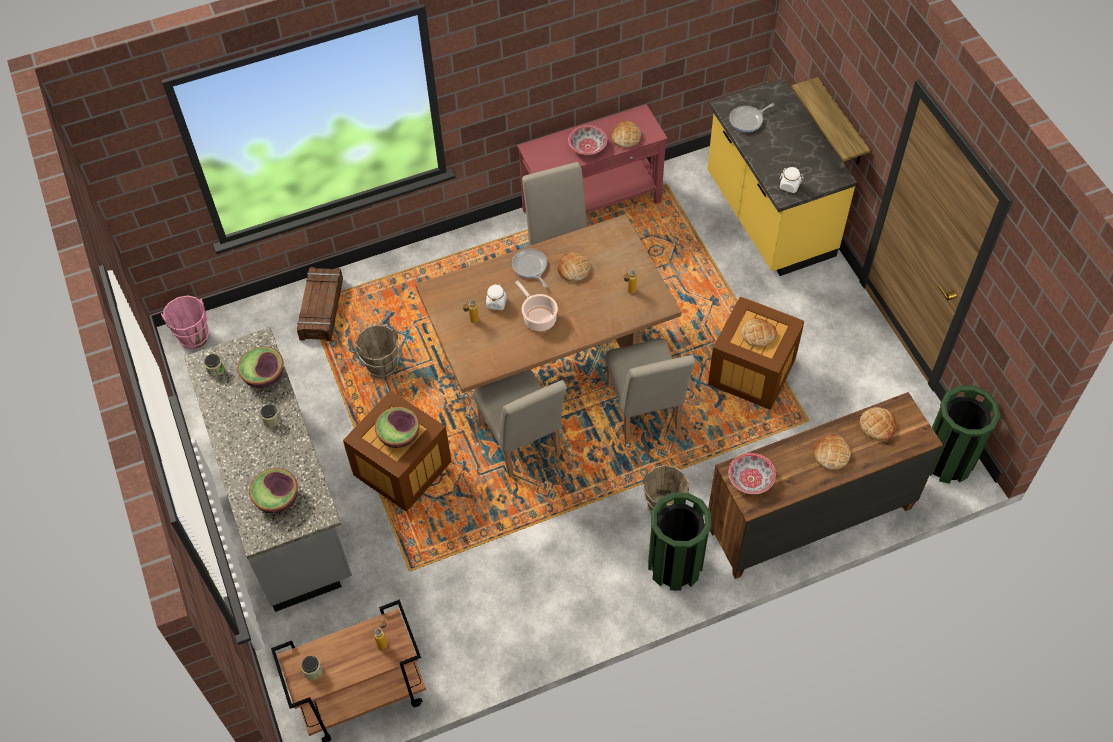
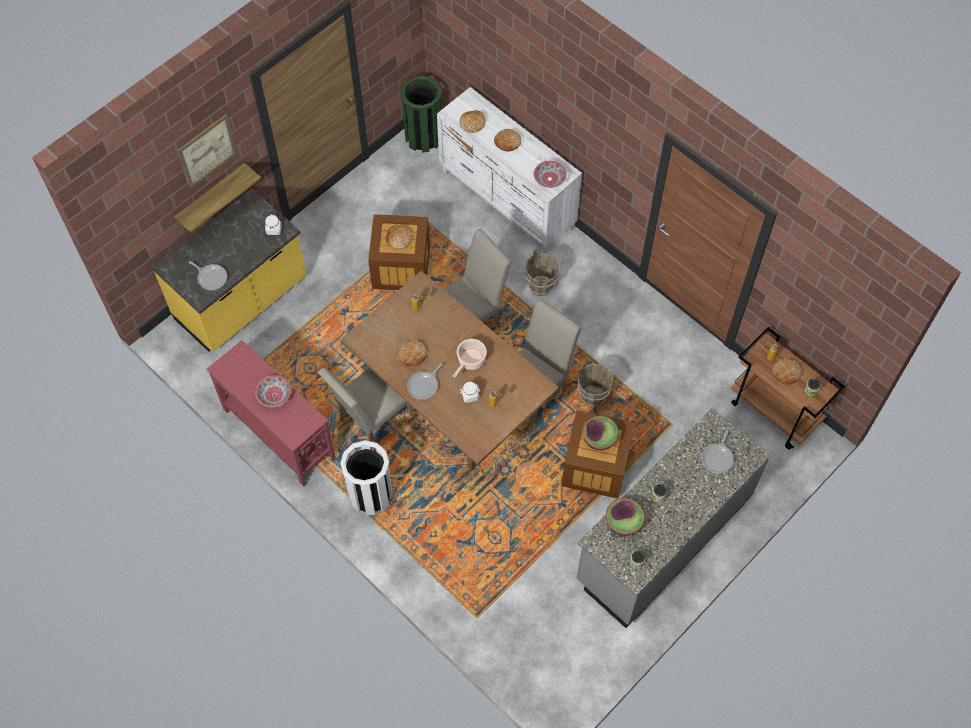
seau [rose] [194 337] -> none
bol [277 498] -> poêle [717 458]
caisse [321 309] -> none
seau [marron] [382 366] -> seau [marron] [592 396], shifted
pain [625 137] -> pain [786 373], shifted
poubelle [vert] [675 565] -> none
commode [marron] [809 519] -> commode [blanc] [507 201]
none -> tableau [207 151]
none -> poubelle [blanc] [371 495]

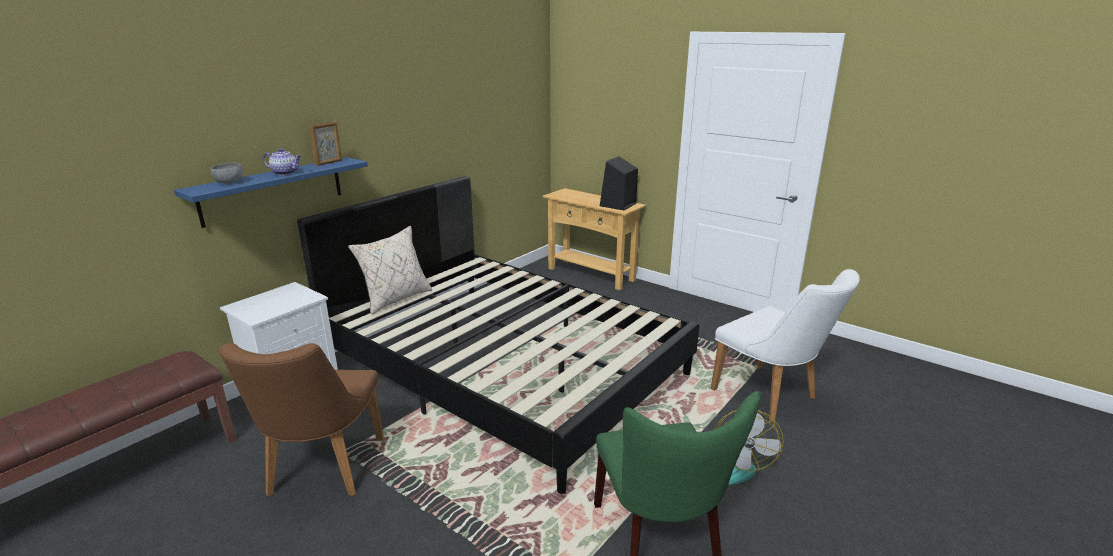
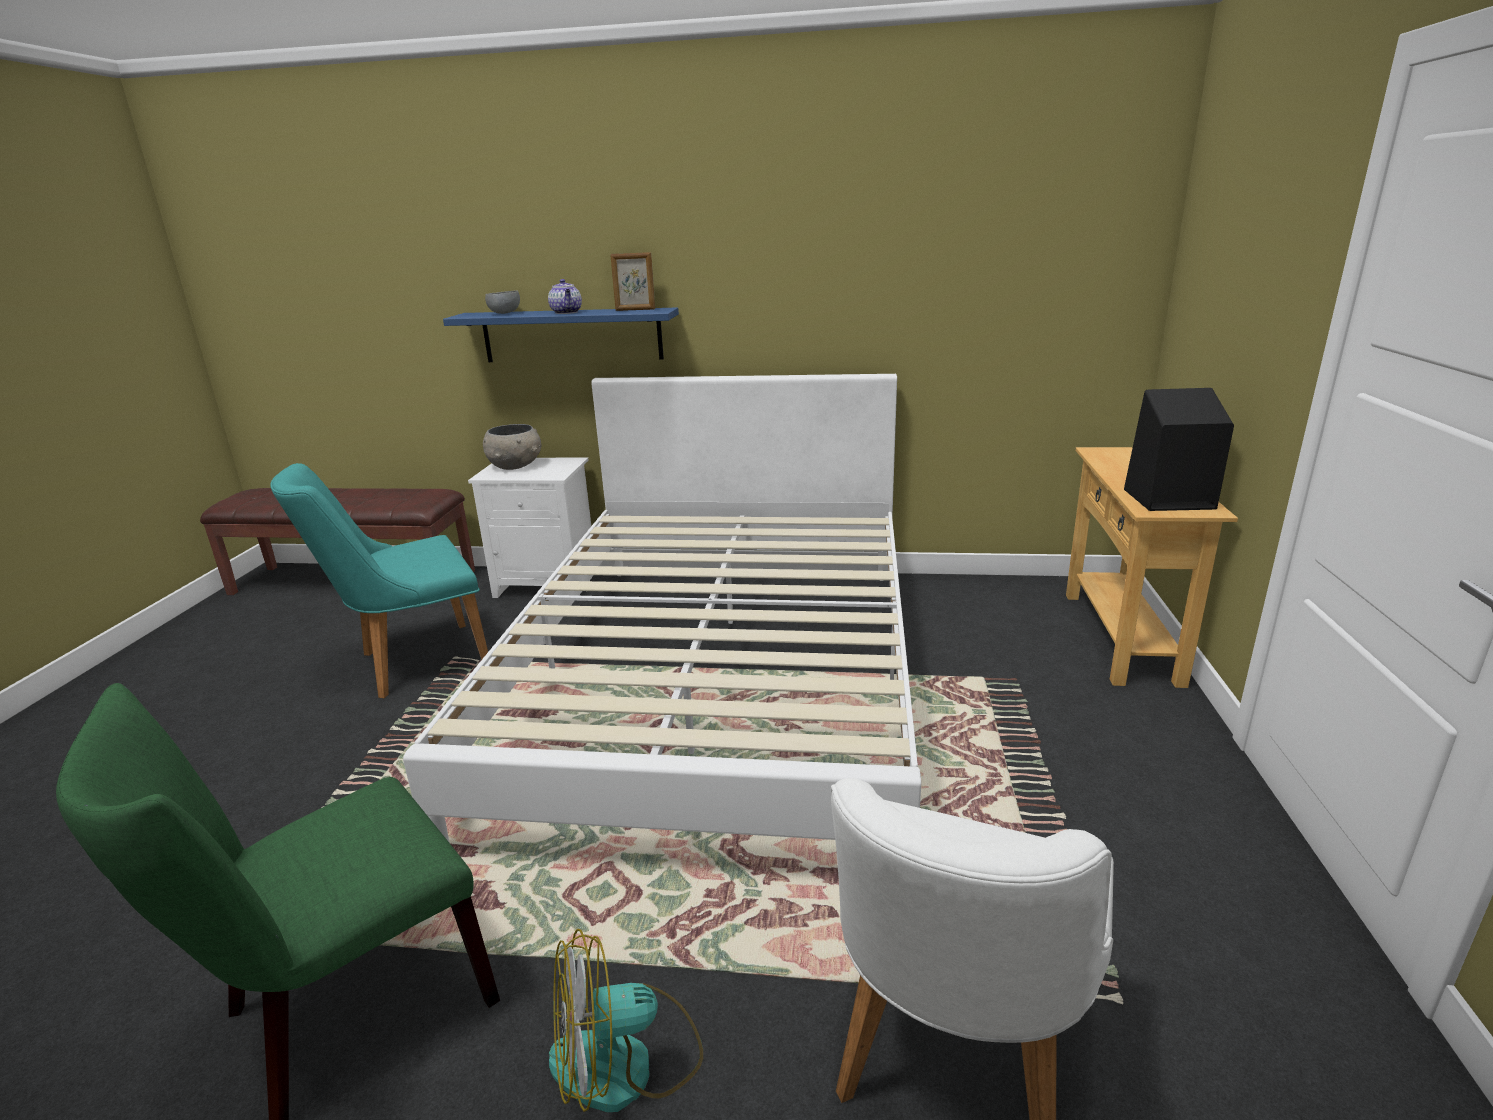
chaise [marron] [321 473] -> chaise [turquoise] [411 663]
lit [noir] [504 366] -> lit [blanc] [719 679]
coussin [beige] [395 299] -> none
none -> bol [gris] [515 466]

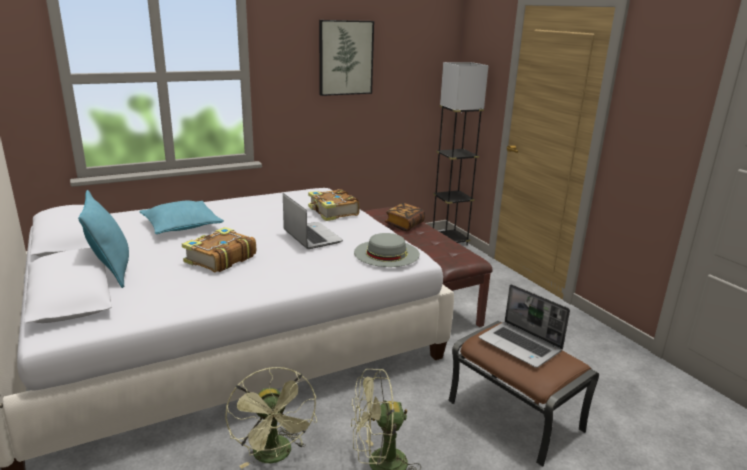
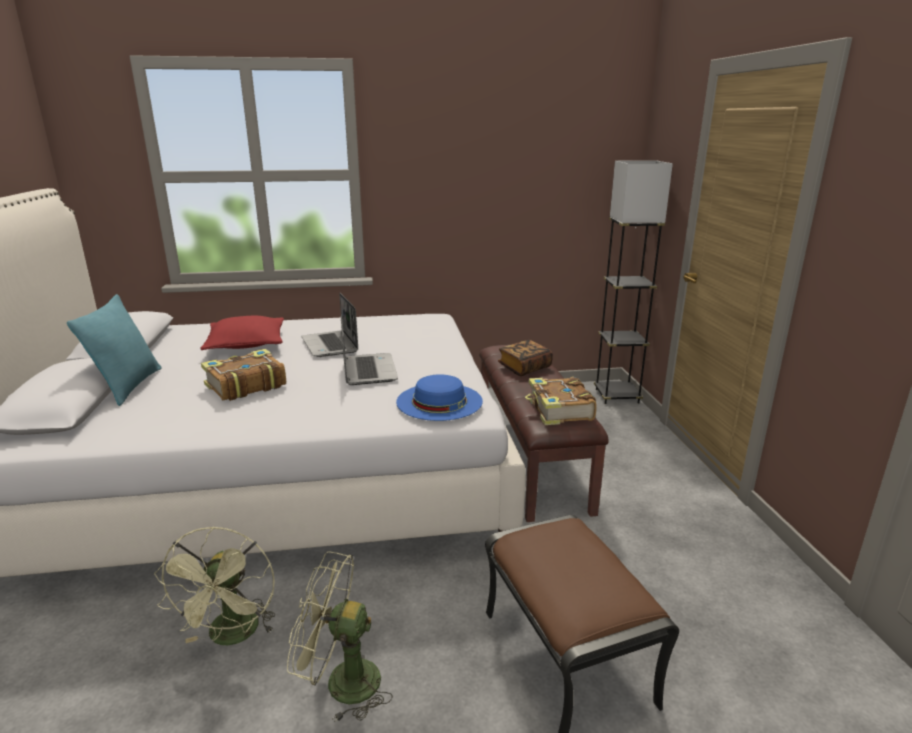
coussin [turquoise] [182 226] -> coussin [rouge] [246 344]
livre [333 212] -> livre [559 410], shifted
tableau [345 58] -> none
chapeau [gris] [386 253] -> chapeau [bleu] [439 401]
ordinateur portable [521 345] -> ordinateur portable [331 345], shifted

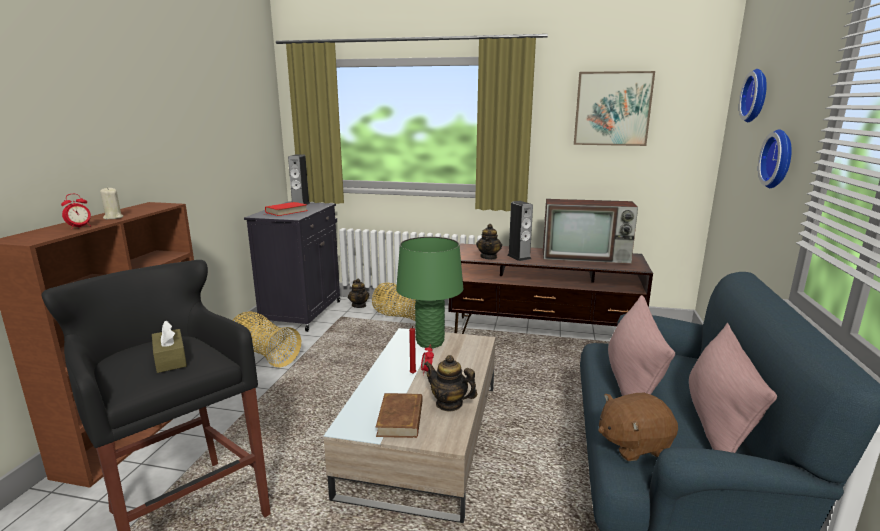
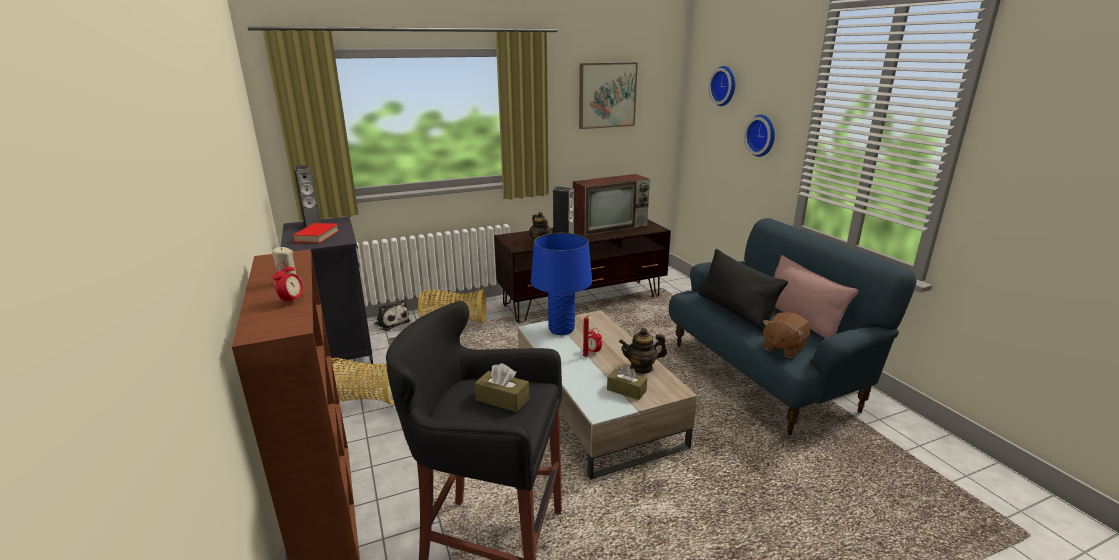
théière [359 305] -> peluche [391 322]
livre [marron] [401 418] -> boîte à mouchoirs [marron] [626 390]
lampe de table [vert] [430 342] -> lampe de table [bleu] [561 329]
coussin [rose] [632 381] -> coussin [noir] [735 311]

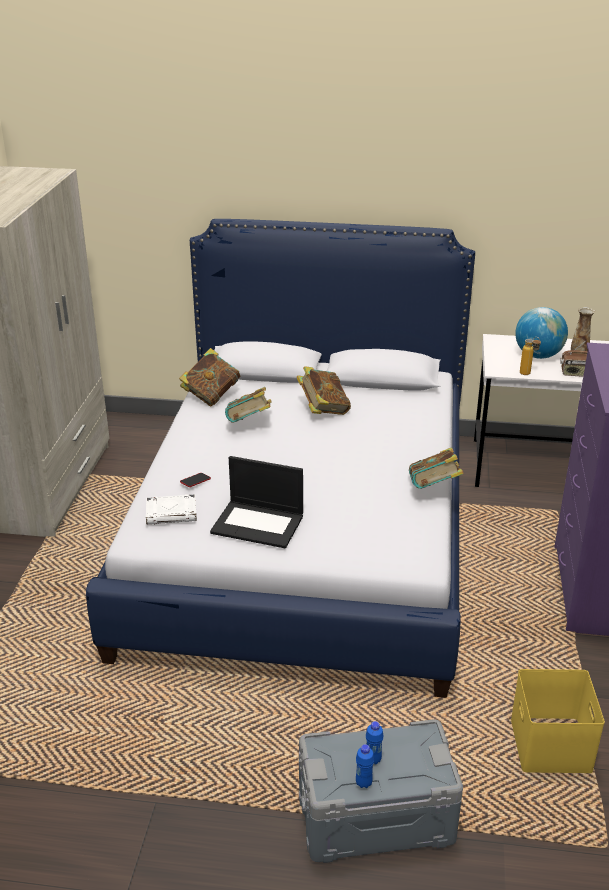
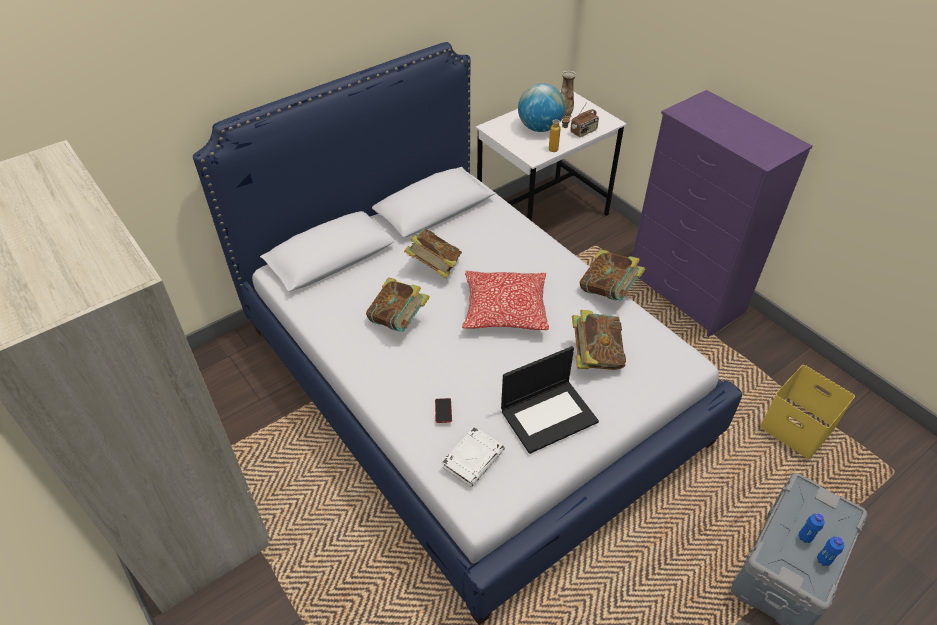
livre [211 396] -> livre [595 356], shifted
none -> coussin [505 310]

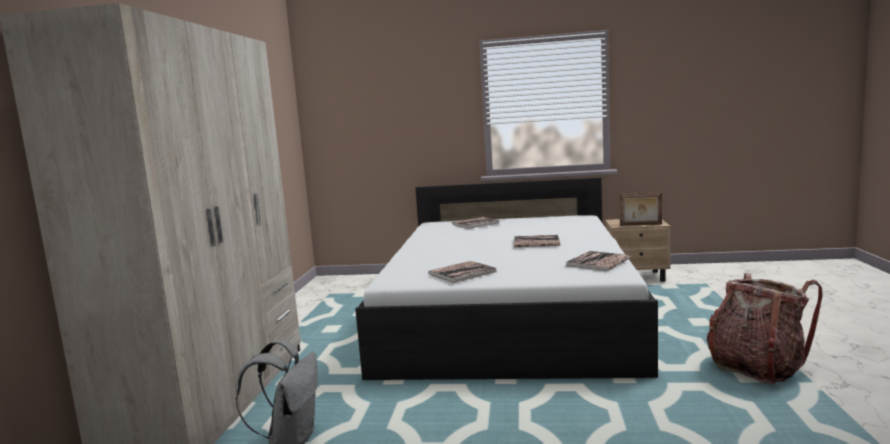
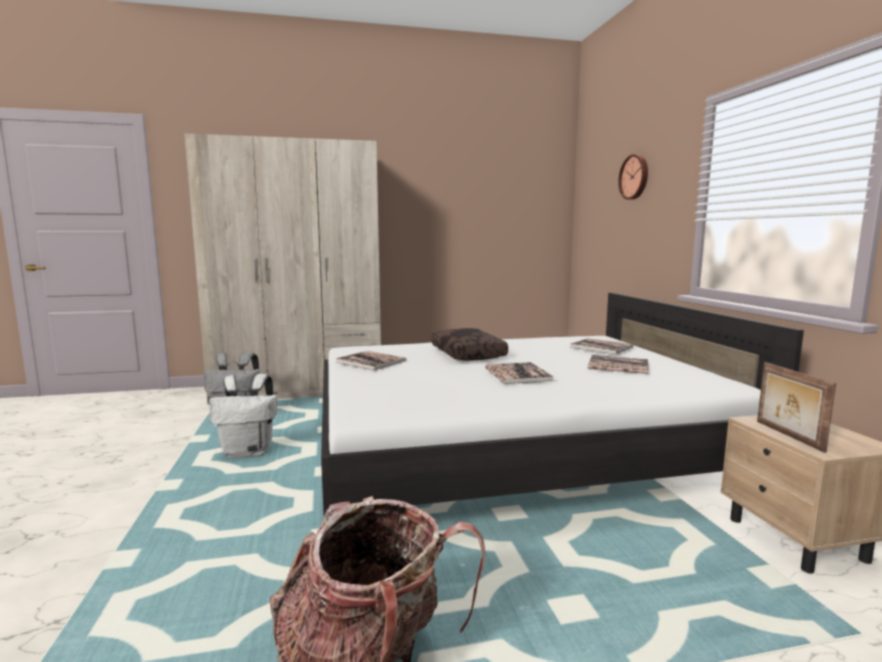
livre [598 262] -> livre [618 366], shifted
none -> sac à dos [blanc] [249 452]
none -> coussin [marron] [469 354]
none -> horloge murale [635 177]

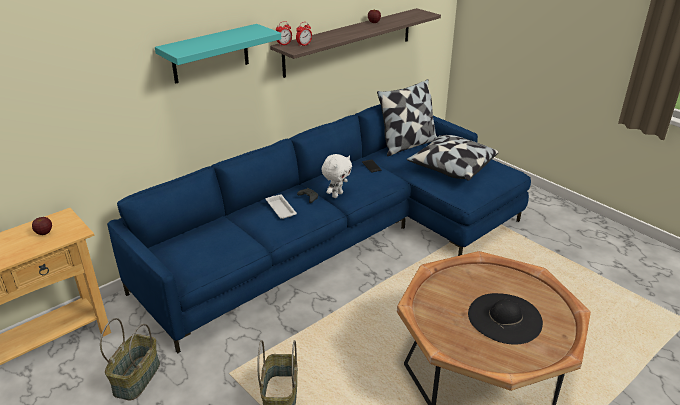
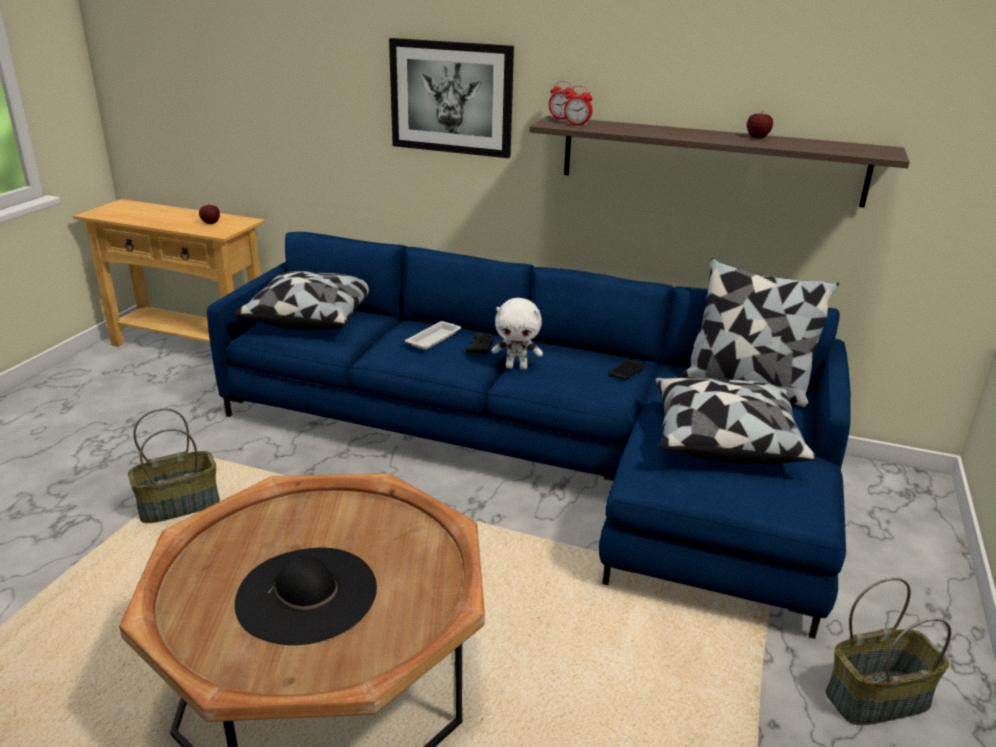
panier [136 377] -> panier [877 697], shifted
étagère [turquoise] [210 54] -> tableau [451 97]
none -> coussin [311 317]

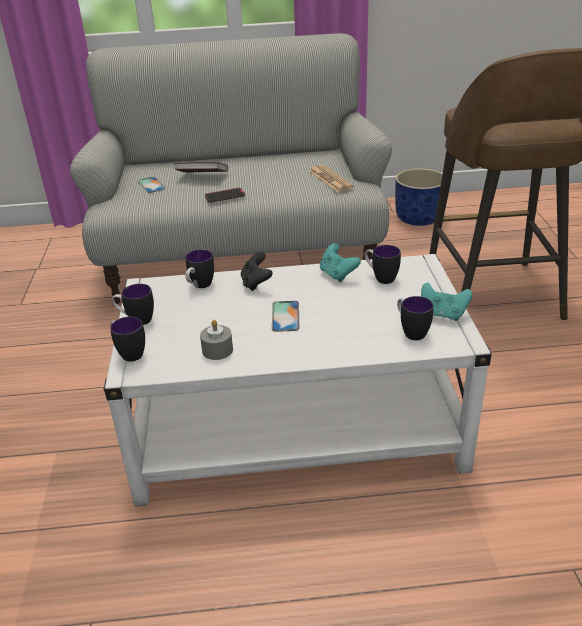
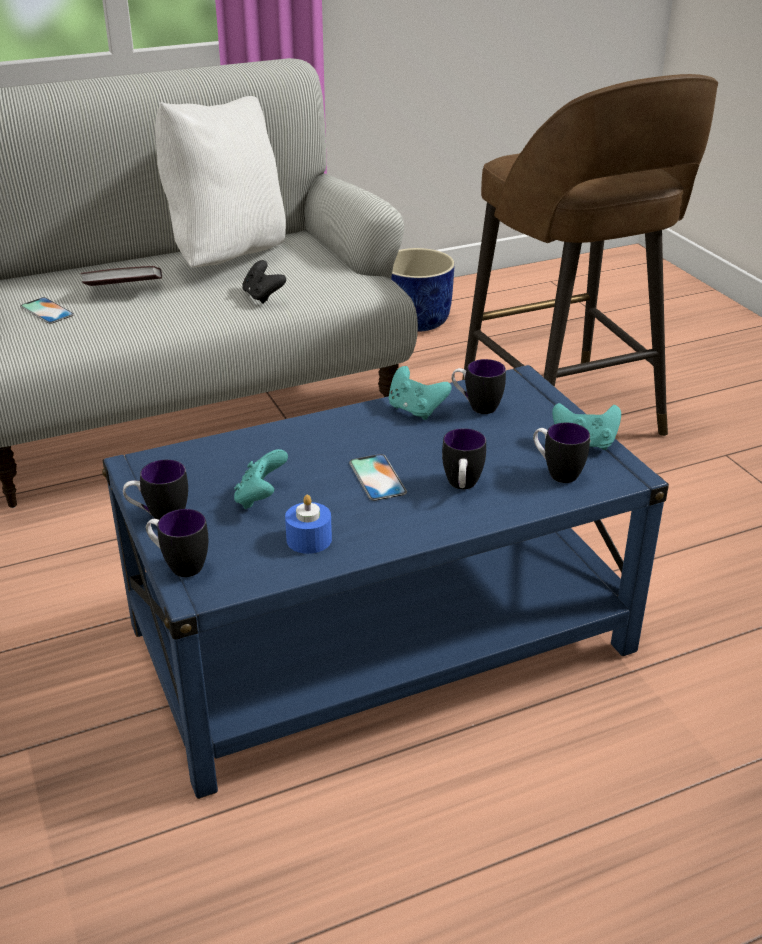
table basse [blanc] [297 427] -> table basse [bleu] [381 639]
mug [199 286] -> mug [462 487], shifted
bougie [gris] [217 350] -> bougie [bleu] [309 539]
téléphone [225 197] -> none
manette [noir] [256 283] -> manette [noir] [263 296], shifted
journal [330 179] -> none
none -> coussin [blanc] [227 256]
none -> manette [turquoise] [261 498]

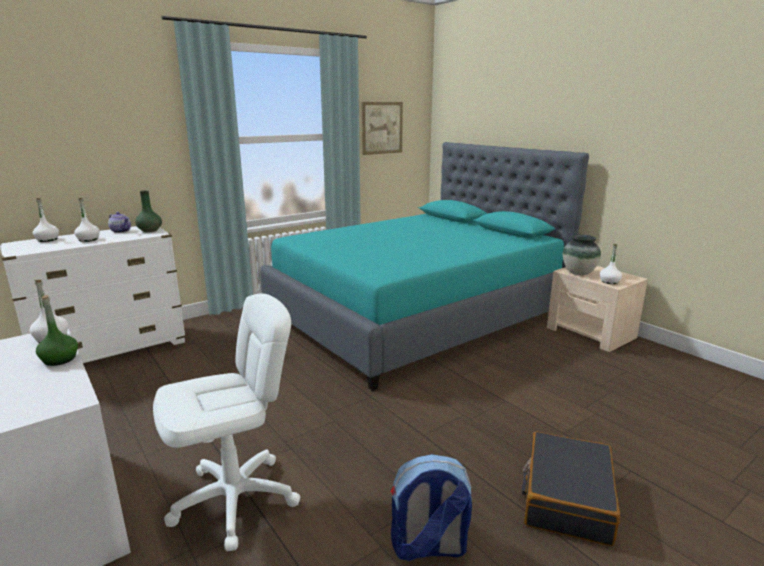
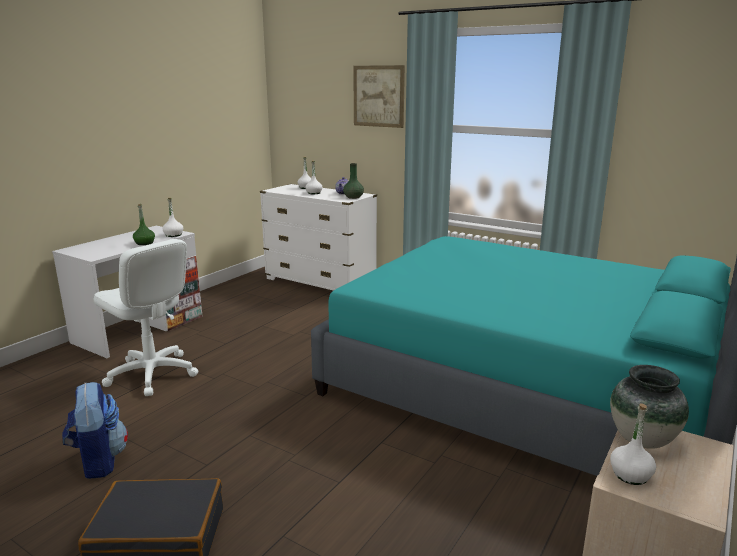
tableau [382 128] -> tableau [378 96], shifted

